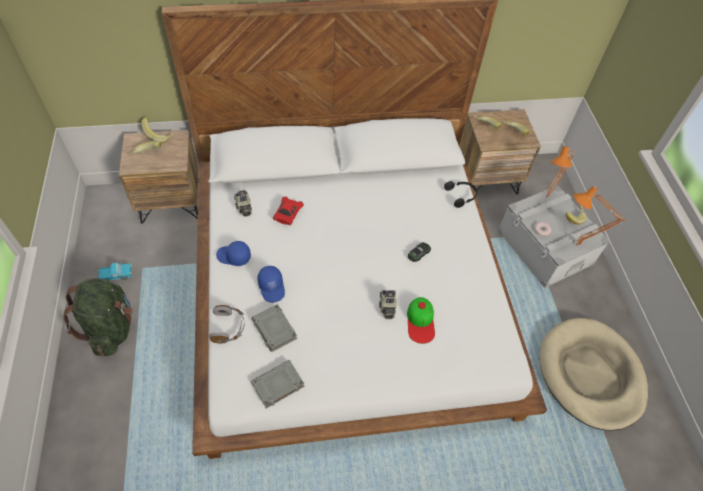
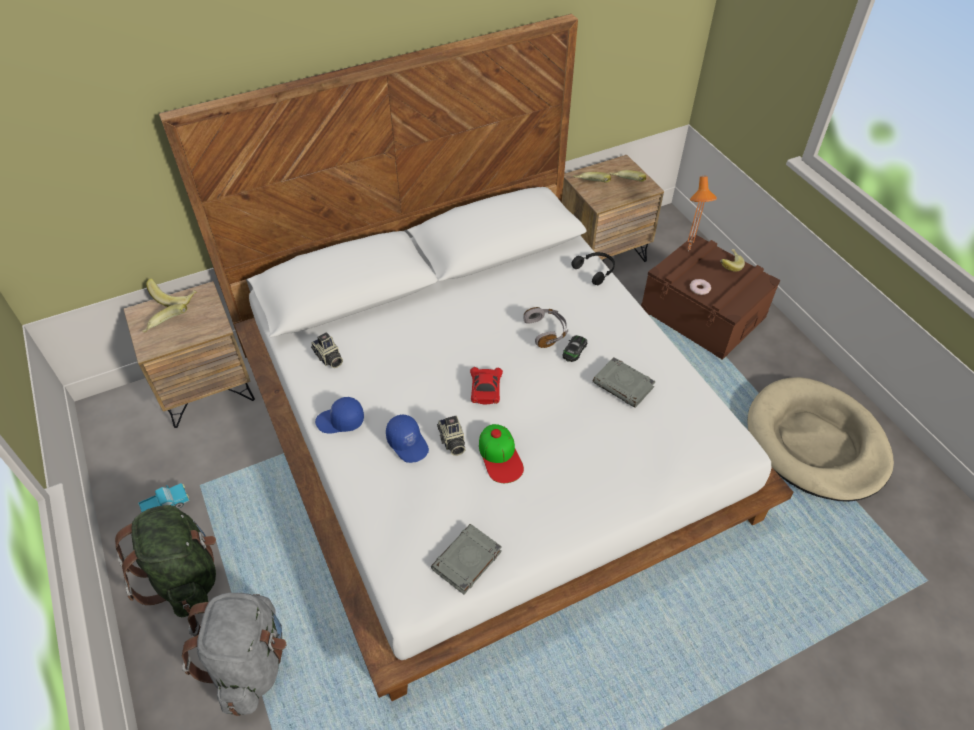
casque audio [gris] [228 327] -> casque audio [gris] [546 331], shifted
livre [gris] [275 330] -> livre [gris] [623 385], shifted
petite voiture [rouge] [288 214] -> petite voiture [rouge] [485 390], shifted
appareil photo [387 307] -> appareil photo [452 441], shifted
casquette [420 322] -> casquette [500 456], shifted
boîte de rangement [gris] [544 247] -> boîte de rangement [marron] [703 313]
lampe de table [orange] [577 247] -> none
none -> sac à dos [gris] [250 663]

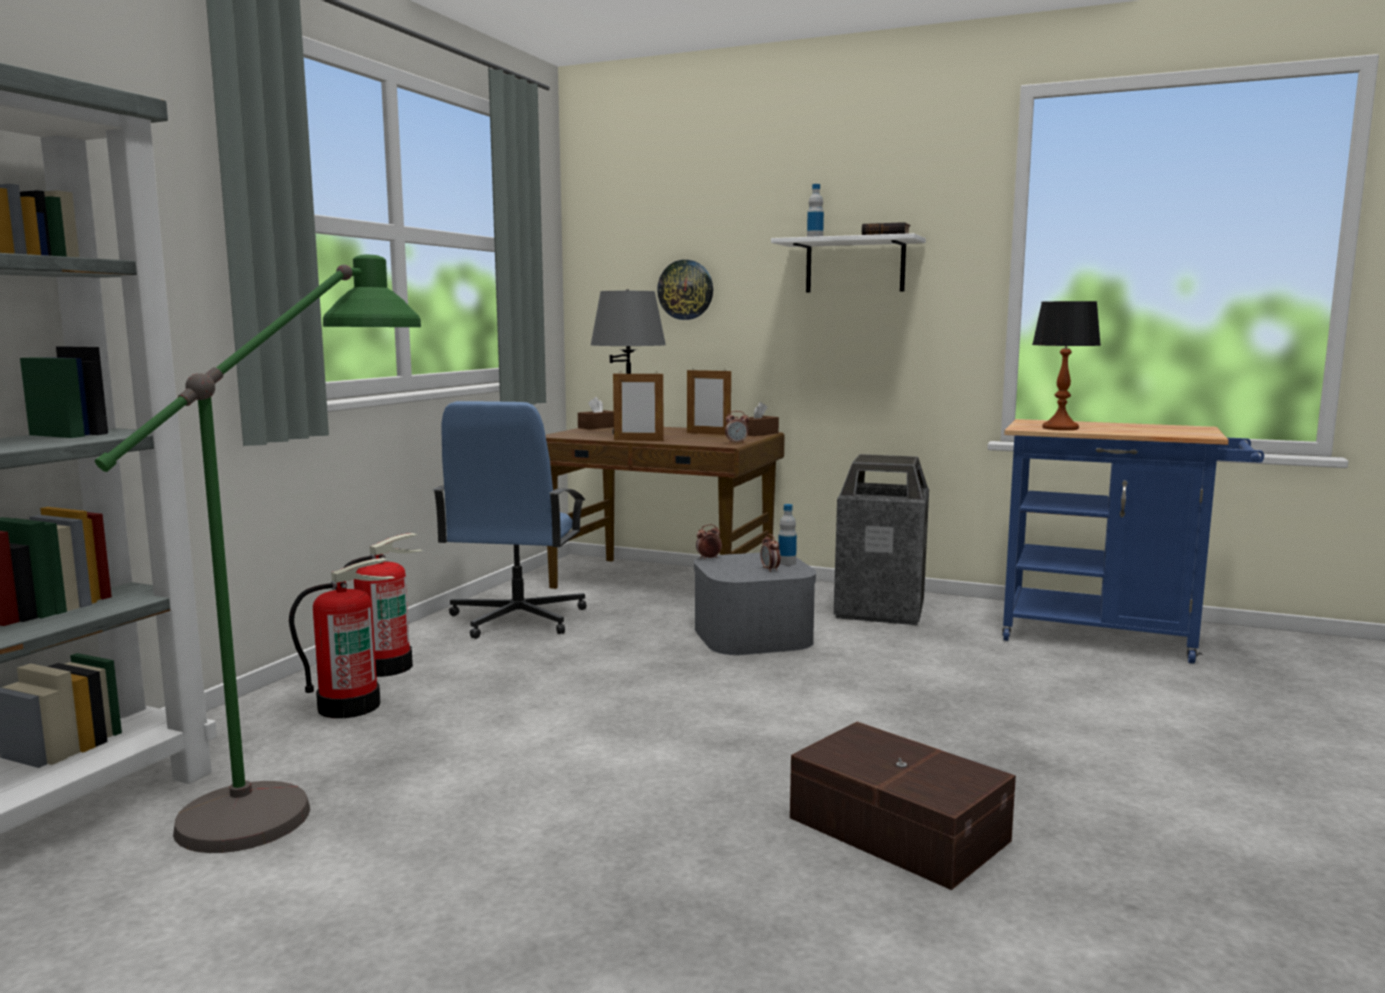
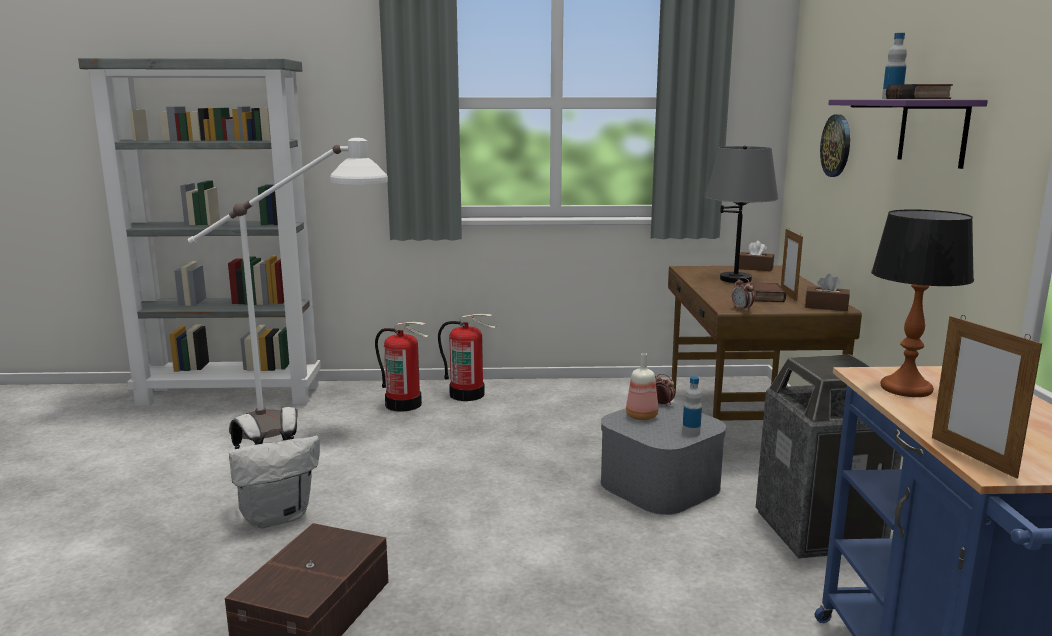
lampadaire [vert] [312 782] -> lampadaire [blanc] [306 426]
chaise de bureau [bleu] [516 619] -> none
cadre photo [638 440] -> cadre photo [972 456], shifted
réveil [770 569] -> none
étagère [blanc] [855 266] -> étagère [violet] [932 131]
none -> sac à dos [blanc] [277 516]
none -> bouteille [642 416]
none -> livre [764 296]

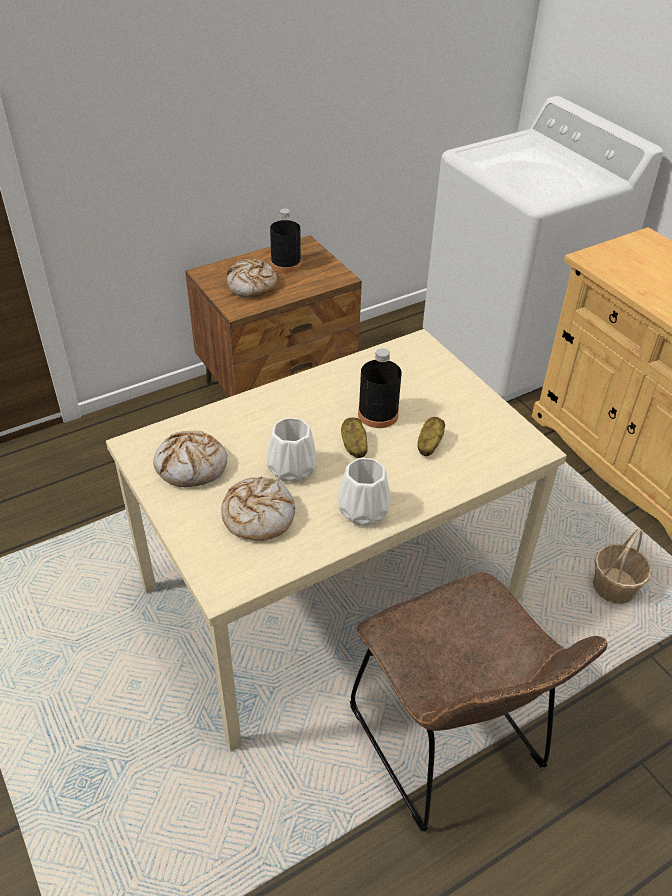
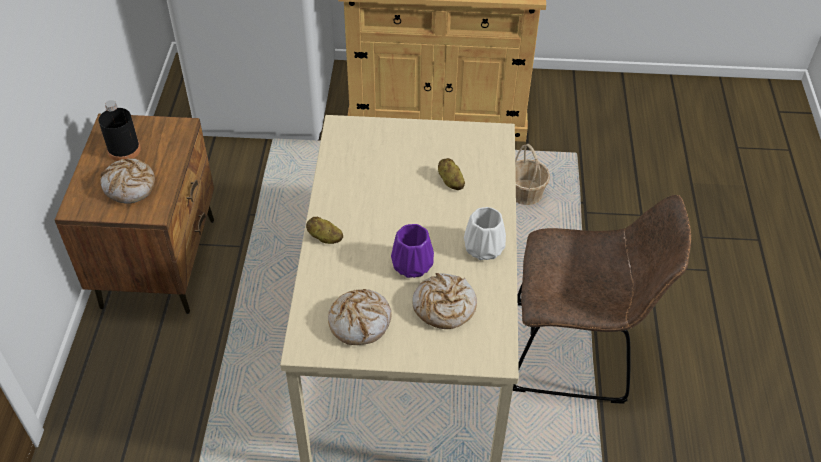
vase [blanc] [291 468] -> vase [violet] [411 265]
pomme de terre [353 446] -> pomme de terre [324 238], shifted
bouteille [noir] [378 414] -> none

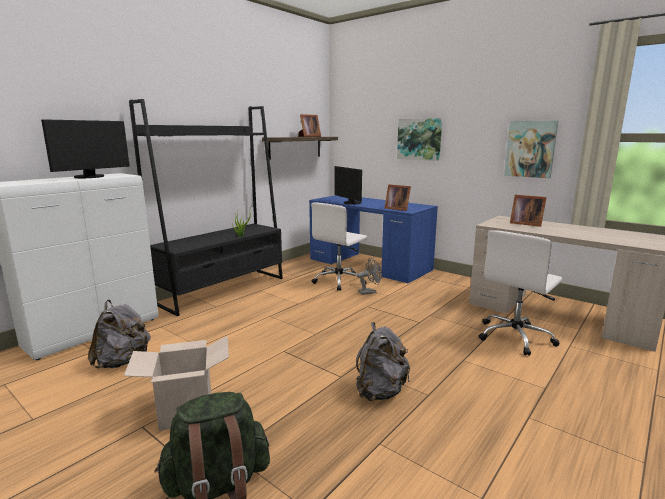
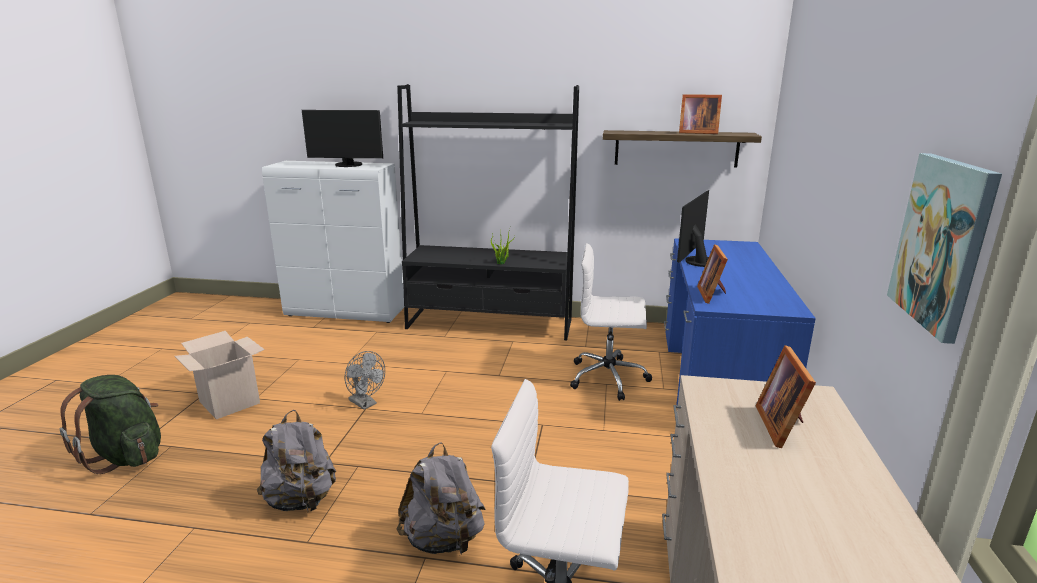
sac à dos [gris] [122 362] -> sac à dos [gris] [443 540], shifted
ventilateur [gris] [369 292] -> ventilateur [gris] [365 404], shifted
tableau [419 139] -> none

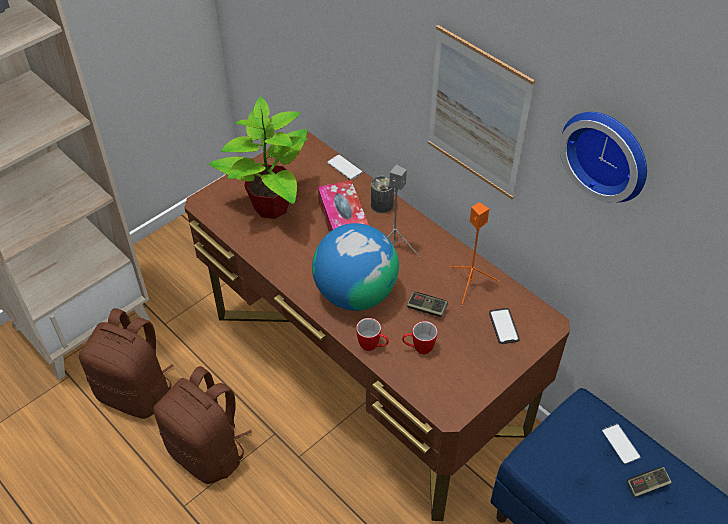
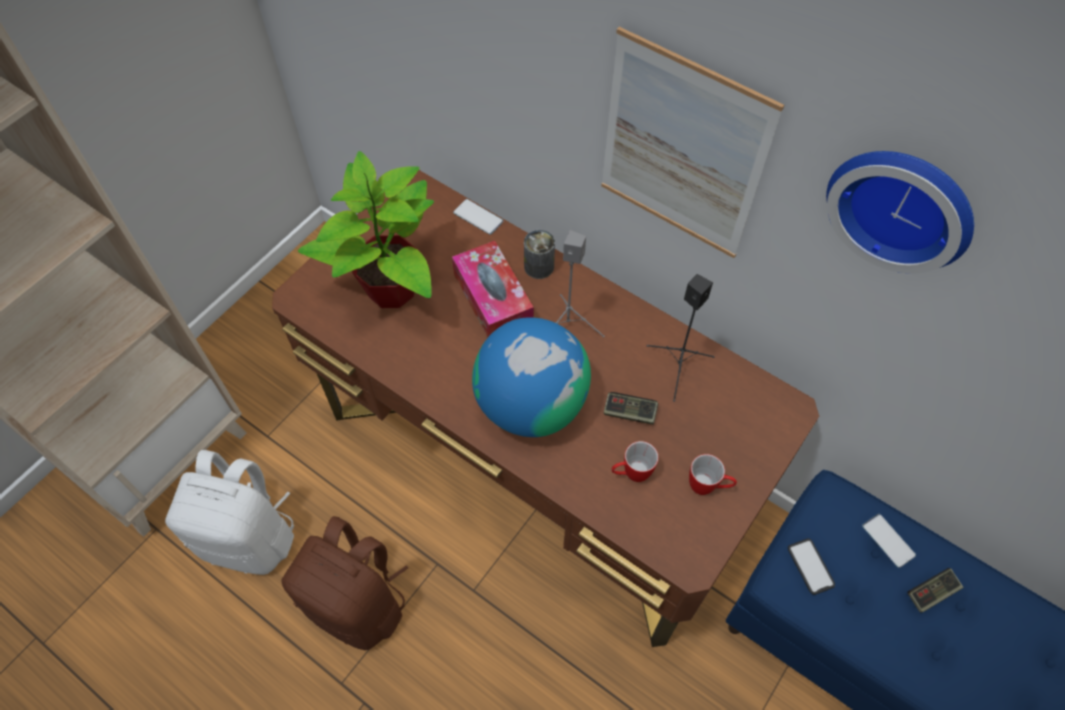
sac à dos [marron] [137 392] -> sac à dos [blanc] [250 537]
mug [373 346] -> mug [708 487], shifted
enceinte [orange] [470 284] -> enceinte [noir] [678 367]
téléphone [503 326] -> téléphone [810 566], shifted

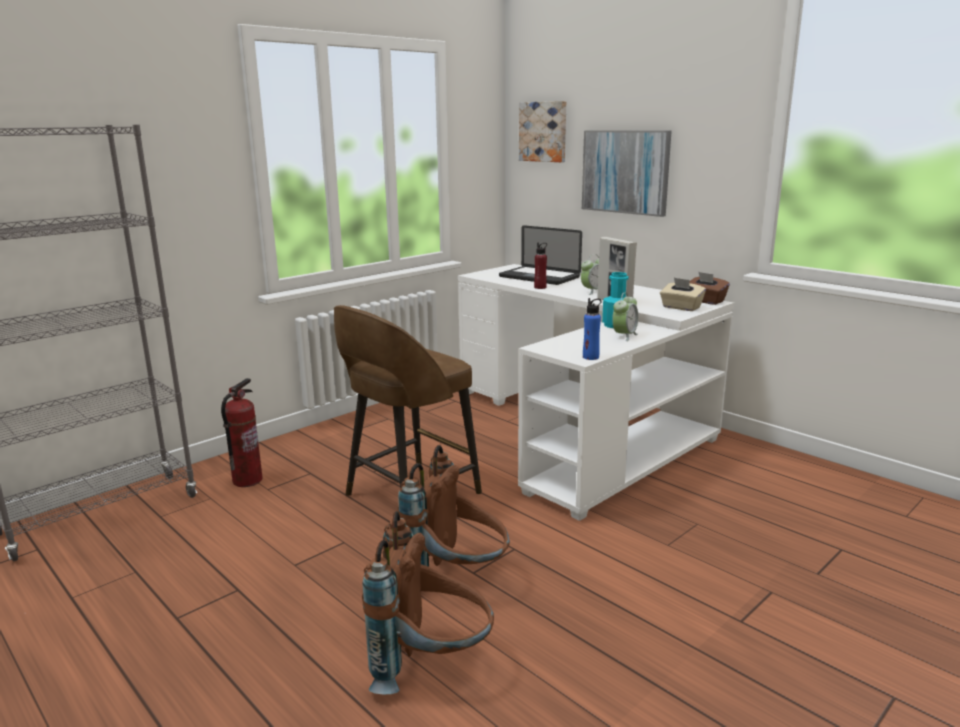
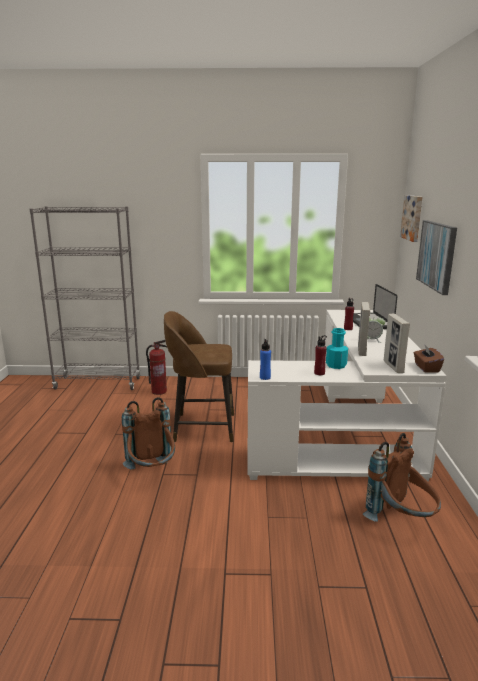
sac à dos [marron] [431 666] -> sac à dos [marron] [401 521], shifted
réveil [624 336] -> bouteille [rouge] [319 373]
boîte à mouchoirs [beige] [681 307] -> cadre photo [393 367]

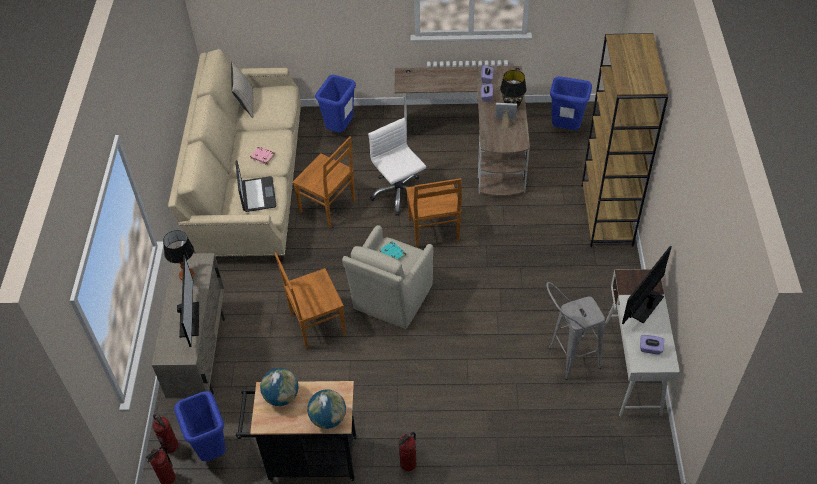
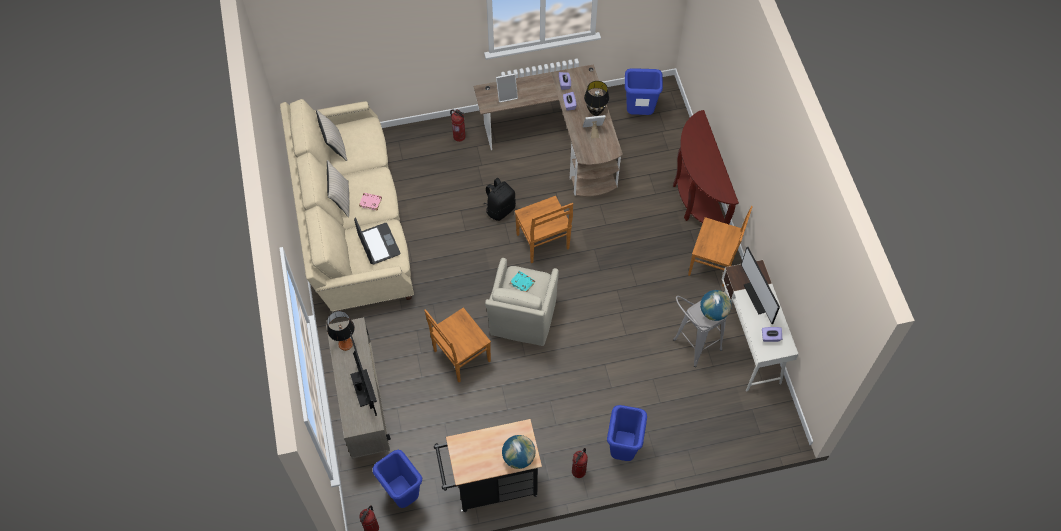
extincteur [170 446] -> extincteur [459 136], shifted
globe [281 396] -> globe [713 312], shifted
chaise [marron] [328 207] -> chaise [marron] [713 264], shifted
poubelle [bleu] [339 130] -> poubelle [bleu] [622 450], shifted
chaise de bureau [blanc] [399 194] -> sac à dos [noir] [500 209]
bibliothèque [marron] [607 215] -> table console [marron] [696 198]
écran d'ordinateur [645 305] -> écran d'ordinateur [758 297], 45 degrees counterclockwise
none -> coussin [beige] [341 199]
none -> cadre photo [507 95]

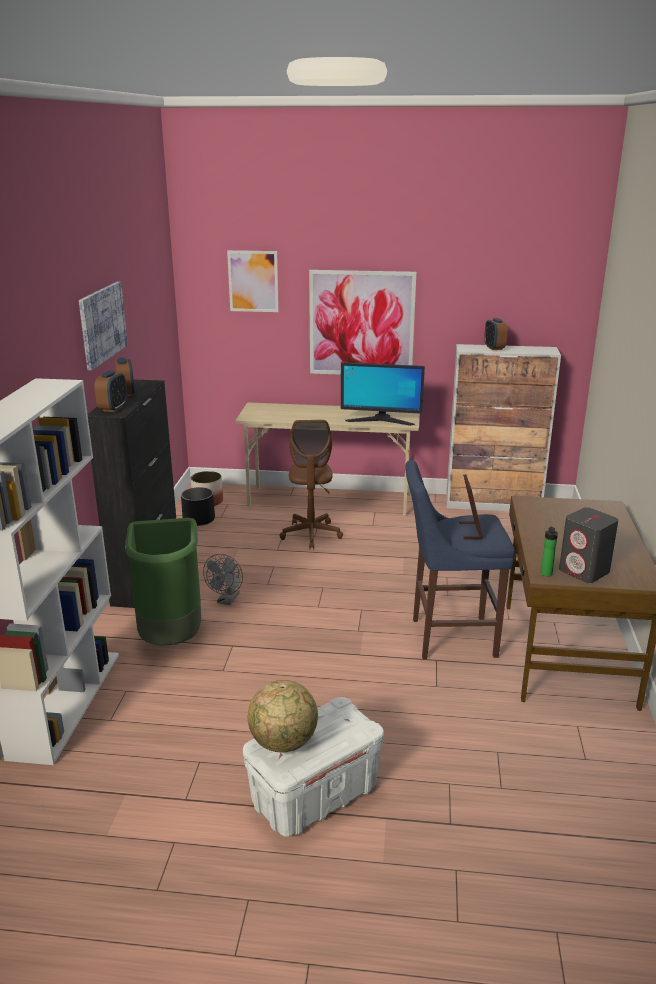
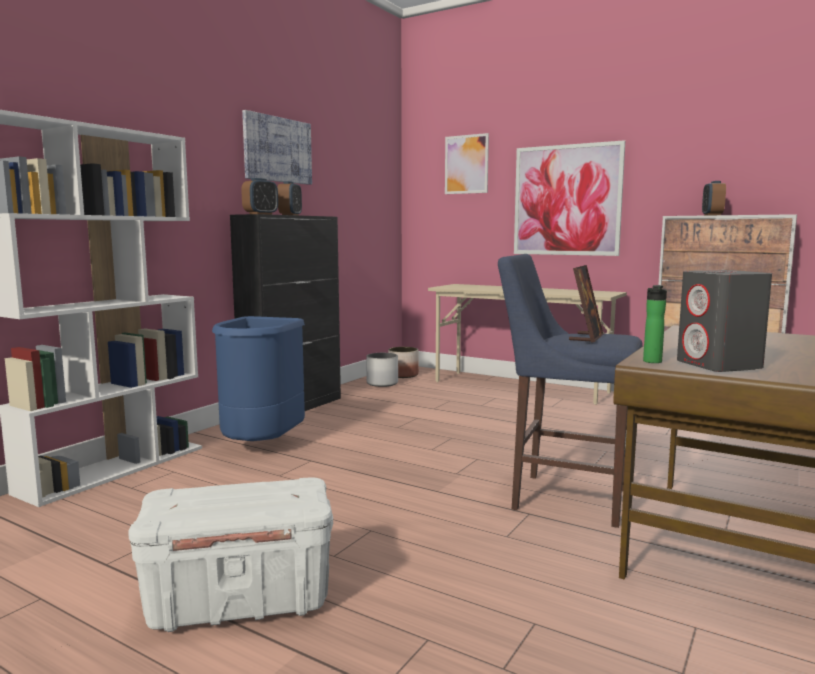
poubelle [vert] [171 638] -> poubelle [bleu] [262 446]
cache-pot [noir] [199 519] -> cache-pot [blanc] [382 383]
ventilateur [gris] [227 600] -> none
globe [284 743] -> none
chaise de bureau [marron] [311 534] -> none
écran d'ordinateur [380 420] -> none

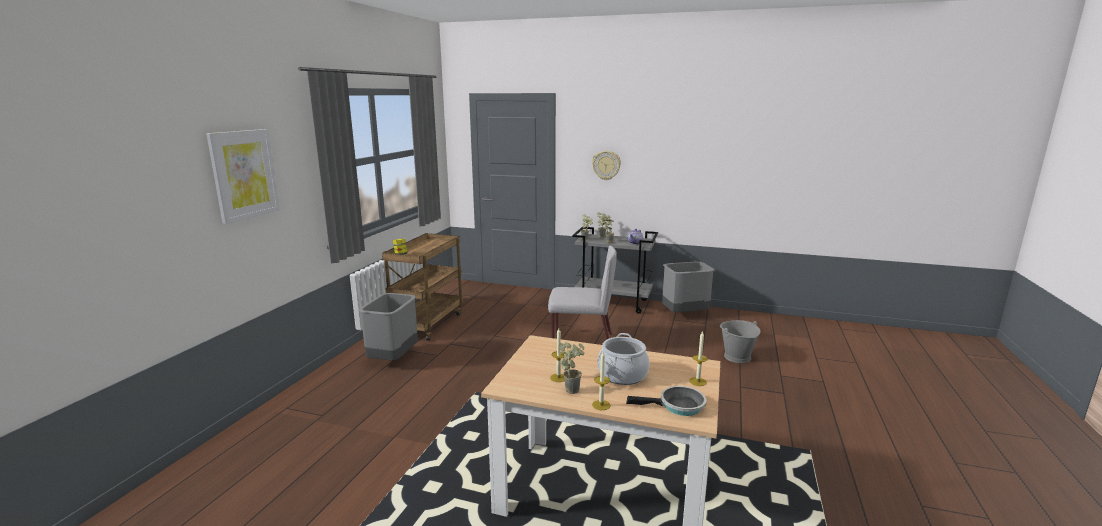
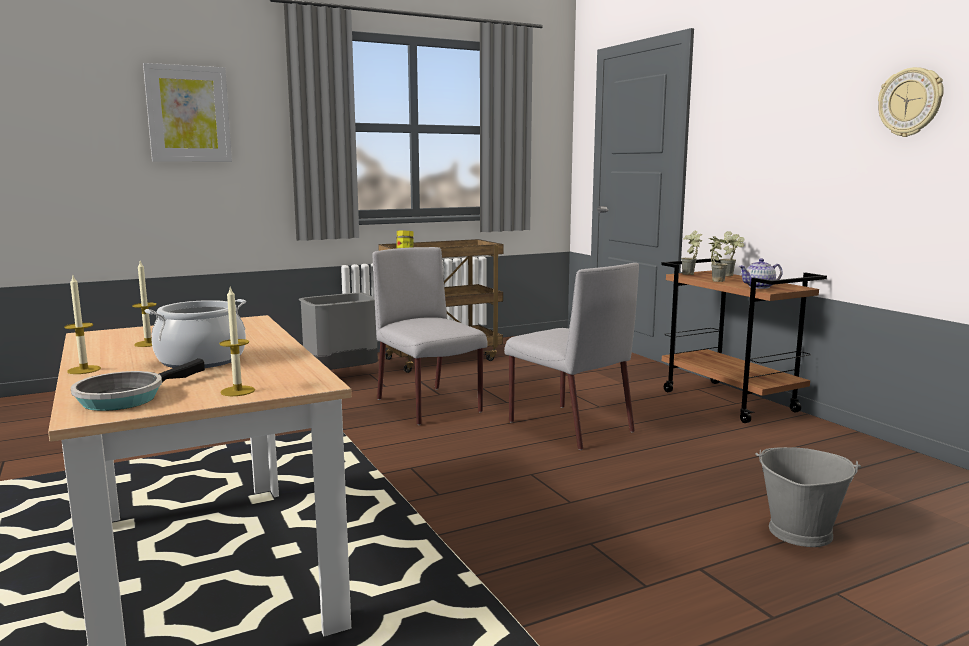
plante en pot [572 388] -> none
chariot [gris] [614 303] -> chariot [marron] [730 401]
horloge murale [606 165] -> horloge murale [910 102], shifted
poêle [678 406] -> poêle [126 397], 75 degrees clockwise
poubelle [gris] [684 314] -> none
none -> chaise [gris] [429 406]

